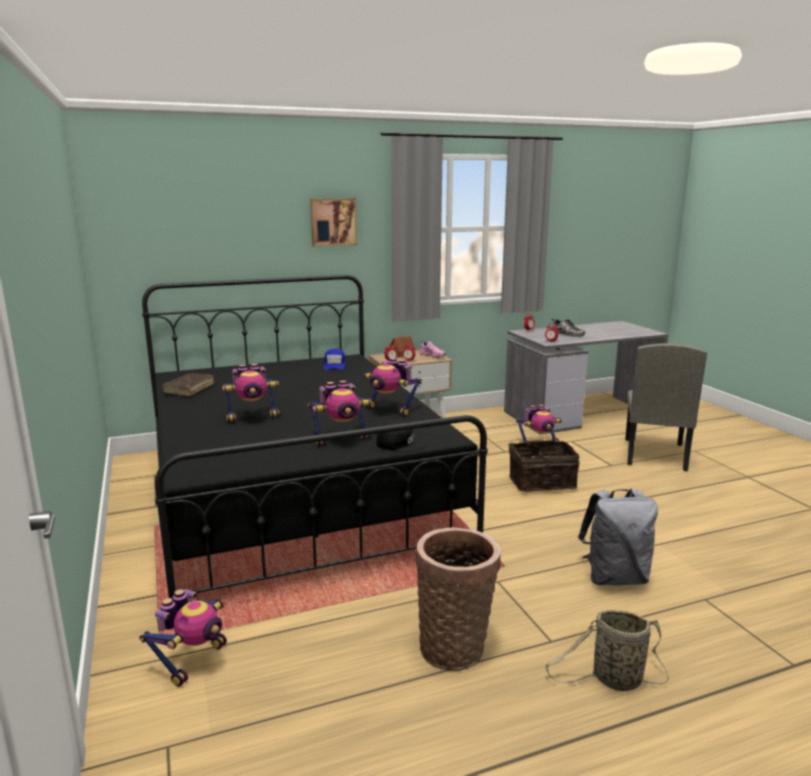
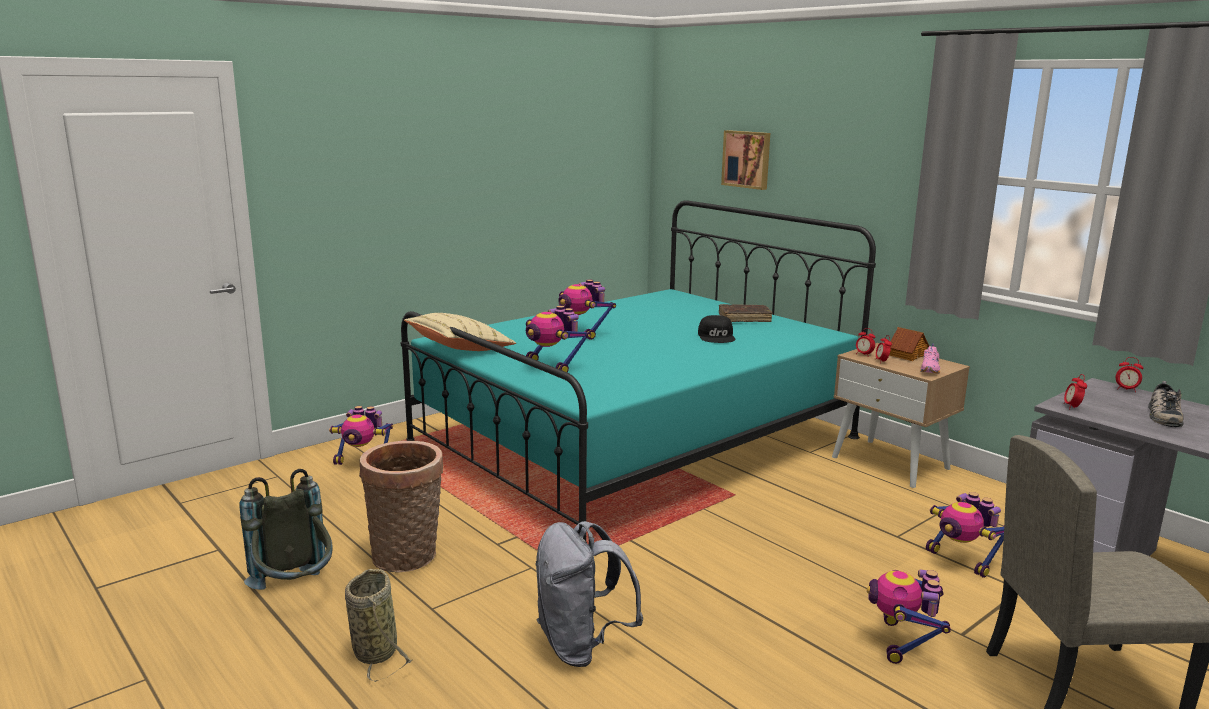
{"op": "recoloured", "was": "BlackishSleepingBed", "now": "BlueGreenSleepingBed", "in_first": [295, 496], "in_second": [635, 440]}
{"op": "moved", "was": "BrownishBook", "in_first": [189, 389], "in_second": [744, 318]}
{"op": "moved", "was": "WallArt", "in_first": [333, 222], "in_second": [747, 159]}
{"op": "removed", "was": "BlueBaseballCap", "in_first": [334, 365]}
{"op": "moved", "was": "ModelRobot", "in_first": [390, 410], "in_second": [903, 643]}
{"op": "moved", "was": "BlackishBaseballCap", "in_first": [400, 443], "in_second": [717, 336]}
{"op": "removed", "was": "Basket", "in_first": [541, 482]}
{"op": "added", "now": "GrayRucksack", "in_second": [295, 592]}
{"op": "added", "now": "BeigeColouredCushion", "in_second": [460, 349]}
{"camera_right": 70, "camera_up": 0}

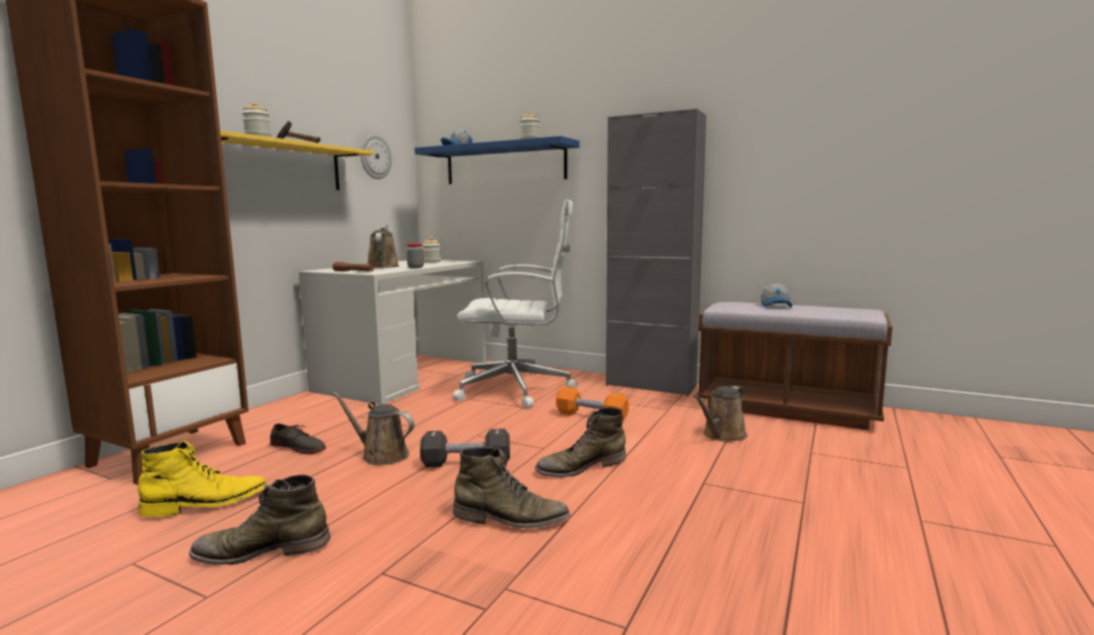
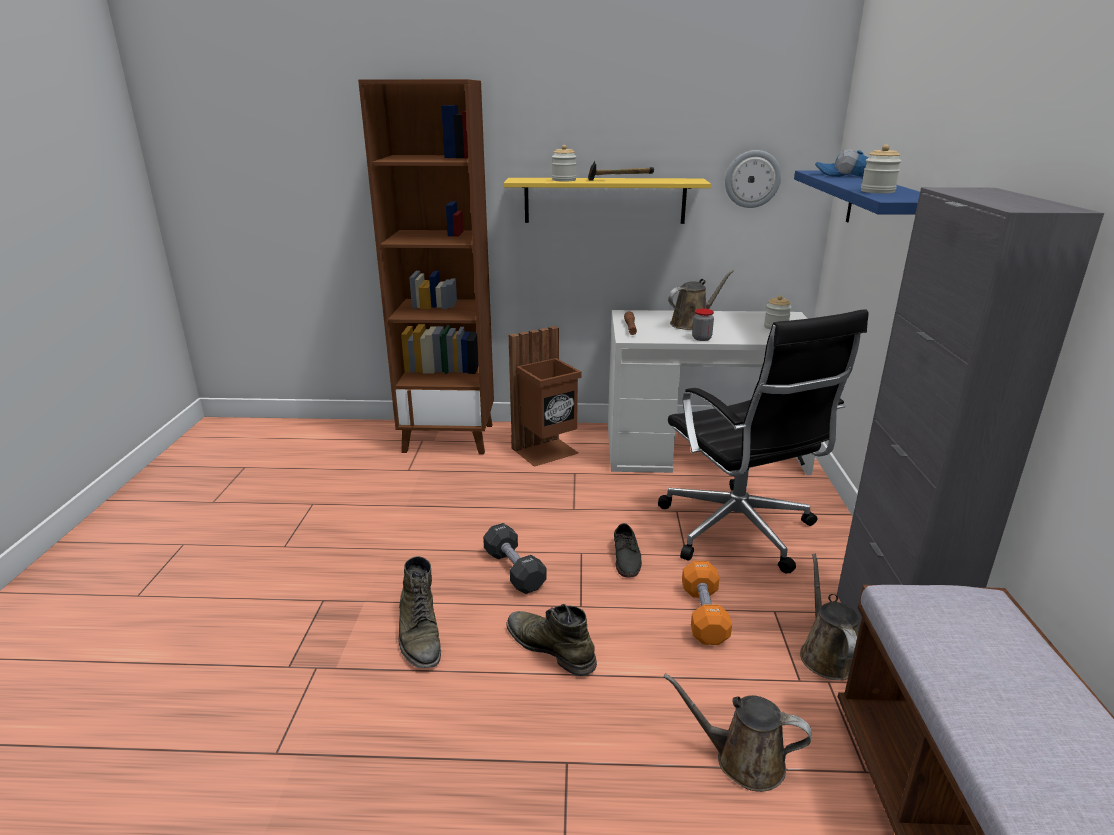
{"op": "removed", "was": "YellowishHighTopBoot", "in_first": [206, 504]}
{"op": "removed", "was": "GreenishHighTopBoot", "in_first": [262, 550]}
{"op": "moved", "was": "GrayLowShoe", "in_first": [298, 447], "in_second": [627, 557]}
{"op": "moved", "was": "BrownishWateringPot", "in_first": [381, 455], "in_second": [826, 654]}
{"op": "recoloured", "was": "WhitishOfficeChair", "now": "BlackishOfficeChair", "in_first": [518, 390], "in_second": [738, 531]}
{"op": "removed", "was": "BaseballCap", "in_first": [776, 306]}
{"op": "added", "now": "BrownishWasteBin", "in_second": [547, 451]}
{"camera_right": 65, "camera_up": 15}

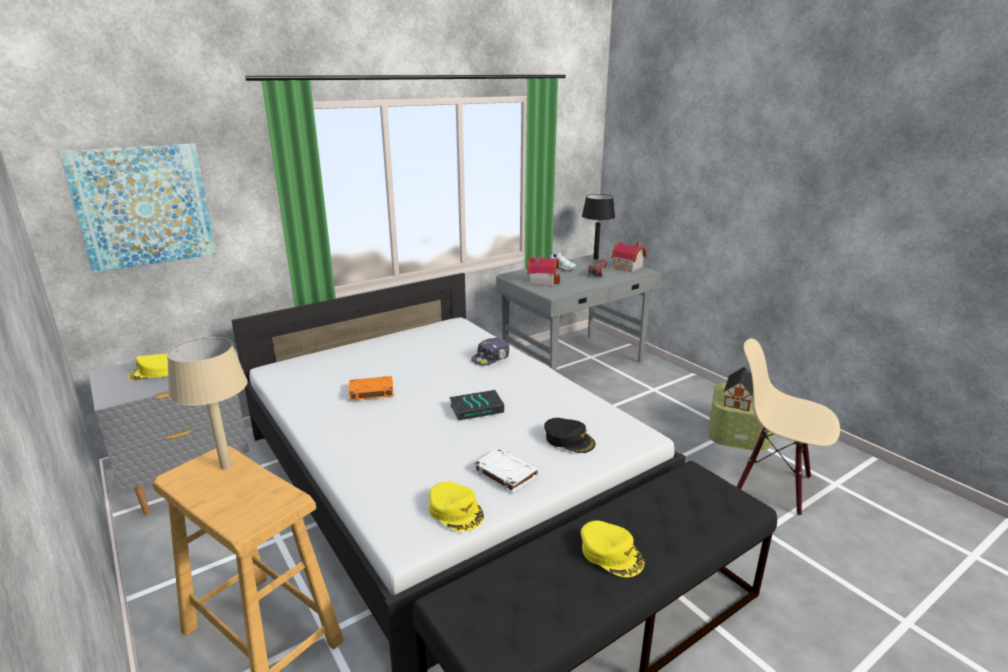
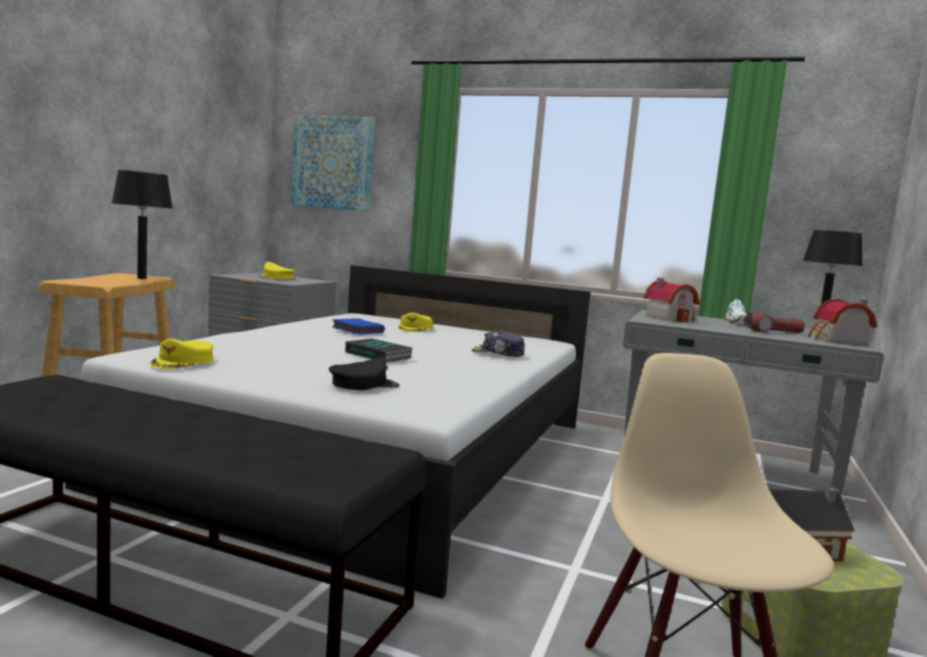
{"op": "recoloured", "was": "BeigeColouredTabletopLamp", "now": "BlackishTabletopLamp", "in_first": [226, 466], "in_second": [142, 278]}
{"op": "recoloured", "was": "OrangeyBook", "now": "BlueBook", "in_first": [371, 391], "in_second": [357, 330]}
{"op": "removed", "was": "WhitishBook", "in_first": [505, 473]}
{"op": "turned", "was": "BlackishBaseballCap", "in_first": [569, 440], "in_second": [363, 384], "clockwise": -120}
{"op": "moved", "was": "YellowishBaseballCap", "in_first": [611, 553], "in_second": [415, 328]}
{"camera_right": 55, "camera_up": -15}

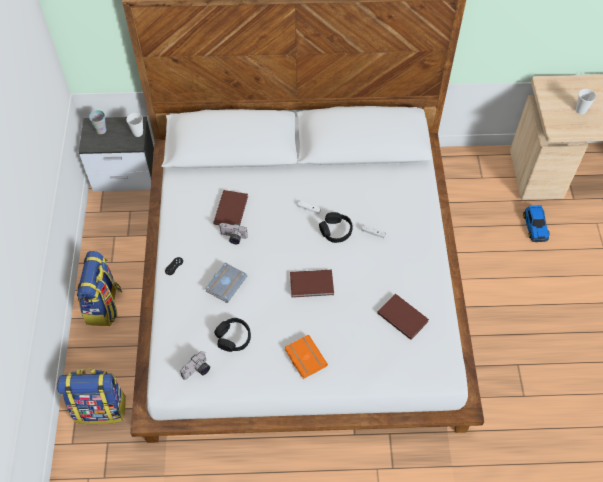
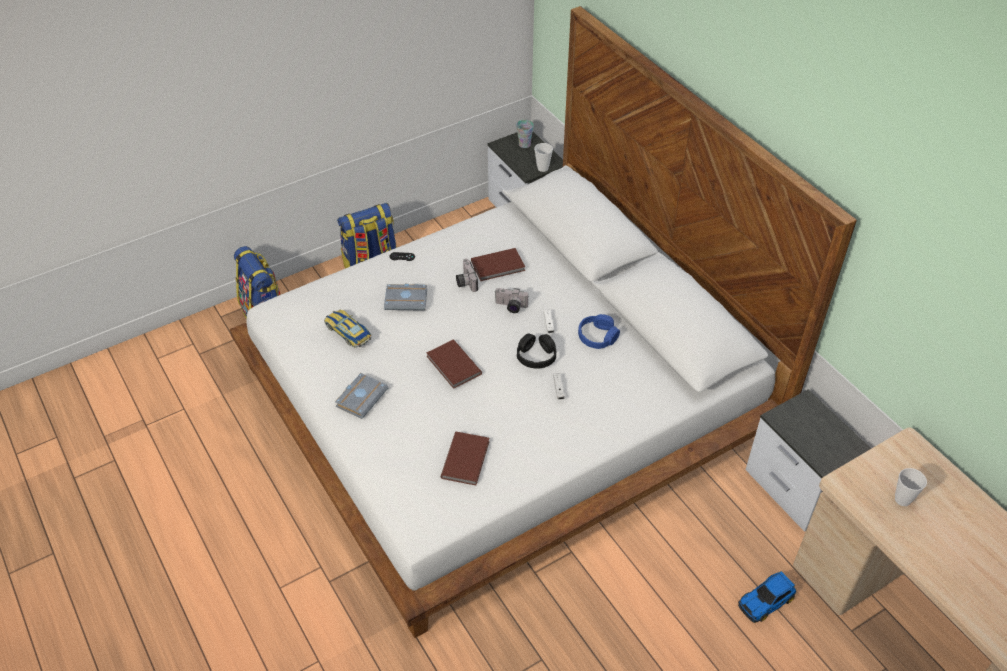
{"op": "moved", "was": "PhotoCamera", "in_first": [197, 371], "in_second": [510, 307]}
{"op": "replaced", "was": "BlackishPairOfHeadphones", "now": "ModelCar", "in_first": [233, 338], "in_second": [348, 332]}
{"op": "recoloured", "was": "OrangeyBook", "now": "GrayBook", "in_first": [304, 358], "in_second": [361, 397]}
{"op": "added", "now": "BluePairOfHeadphones", "in_second": [597, 336]}
{"op": "added", "now": "BedsideTable", "in_second": [797, 489]}
{"camera_right": 60, "camera_up": -10}

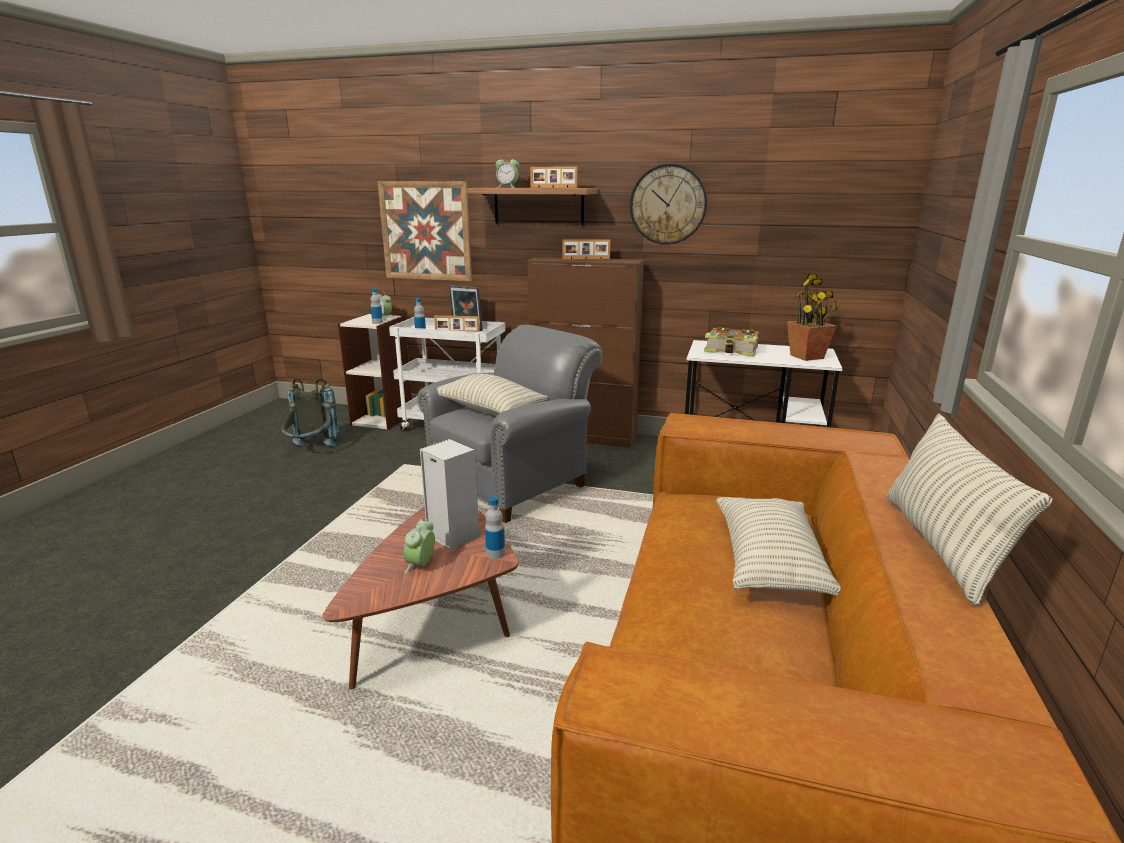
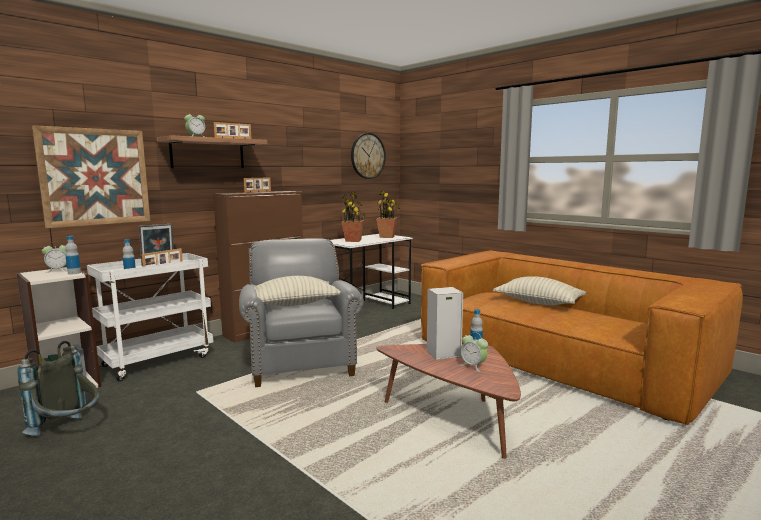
{"op": "moved", "was": "ClockOnTheWall", "in_first": [668, 204], "in_second": [367, 156]}
{"op": "replaced", "was": "Book", "now": "Houseplant", "in_first": [732, 350], "in_second": [353, 240]}
{"op": "removed", "was": "Cushion", "in_first": [940, 546]}
{"camera_right": -60, "camera_up": -10}

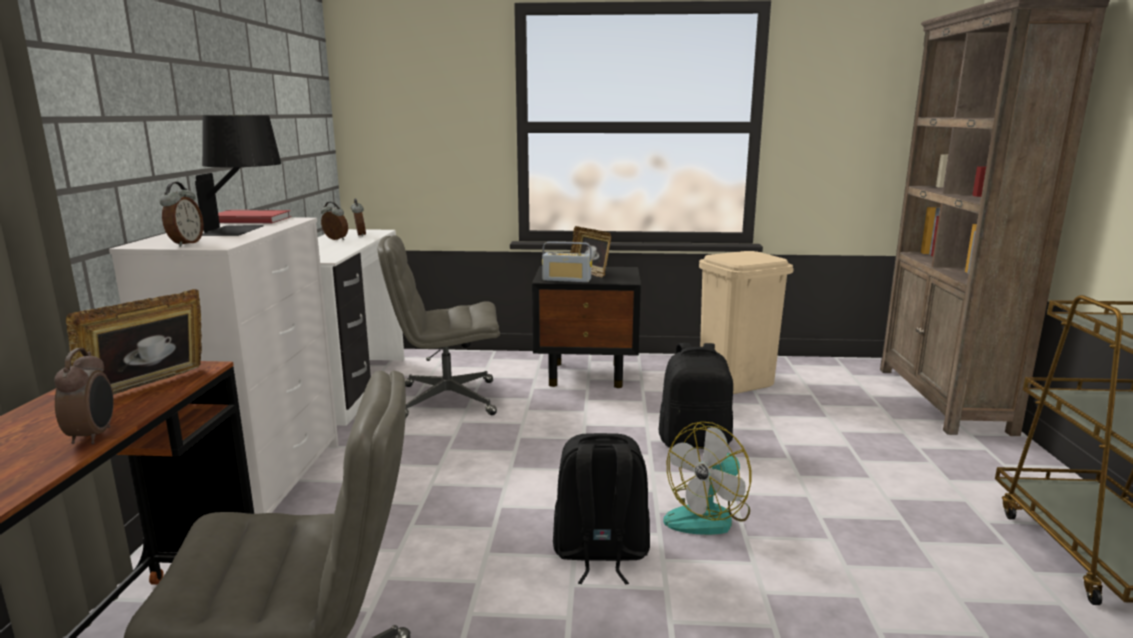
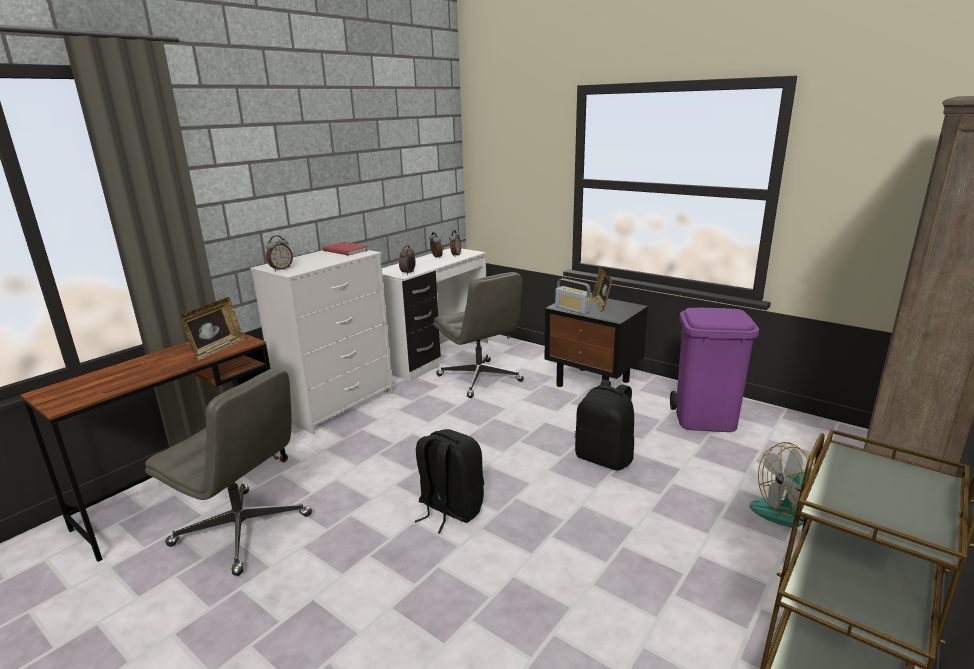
{"op": "moved", "was": "TableClock", "in_first": [94, 436], "in_second": [408, 273]}
{"op": "turned", "was": "StandingFrame", "in_first": [149, 388], "in_second": [217, 349], "clockwise": 135}
{"op": "removed", "was": "BlackishTabletopLamp", "in_first": [246, 230]}
{"op": "turned", "was": "GrayOfficeChair", "in_first": [446, 400], "in_second": [480, 379], "clockwise": -150}
{"op": "moved", "was": "ElectricFan", "in_first": [709, 516], "in_second": [789, 512]}
{"op": "recoloured", "was": "BeigeColouredWasteBin", "now": "PurplishWasteBin", "in_first": [736, 381], "in_second": [705, 419]}
{"camera_right": 35, "camera_up": 5}

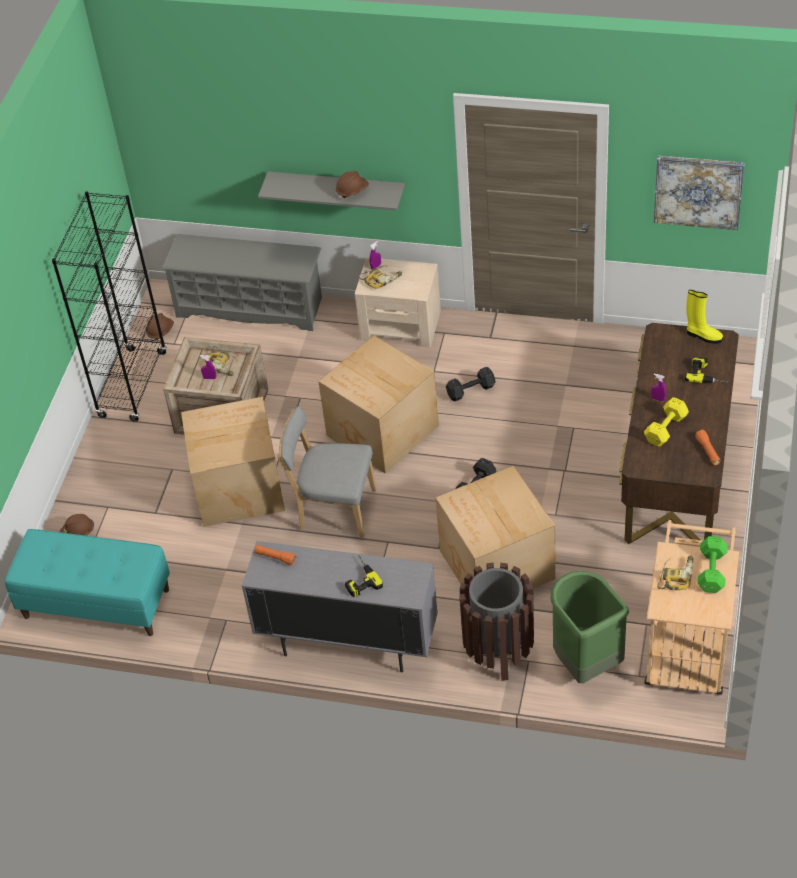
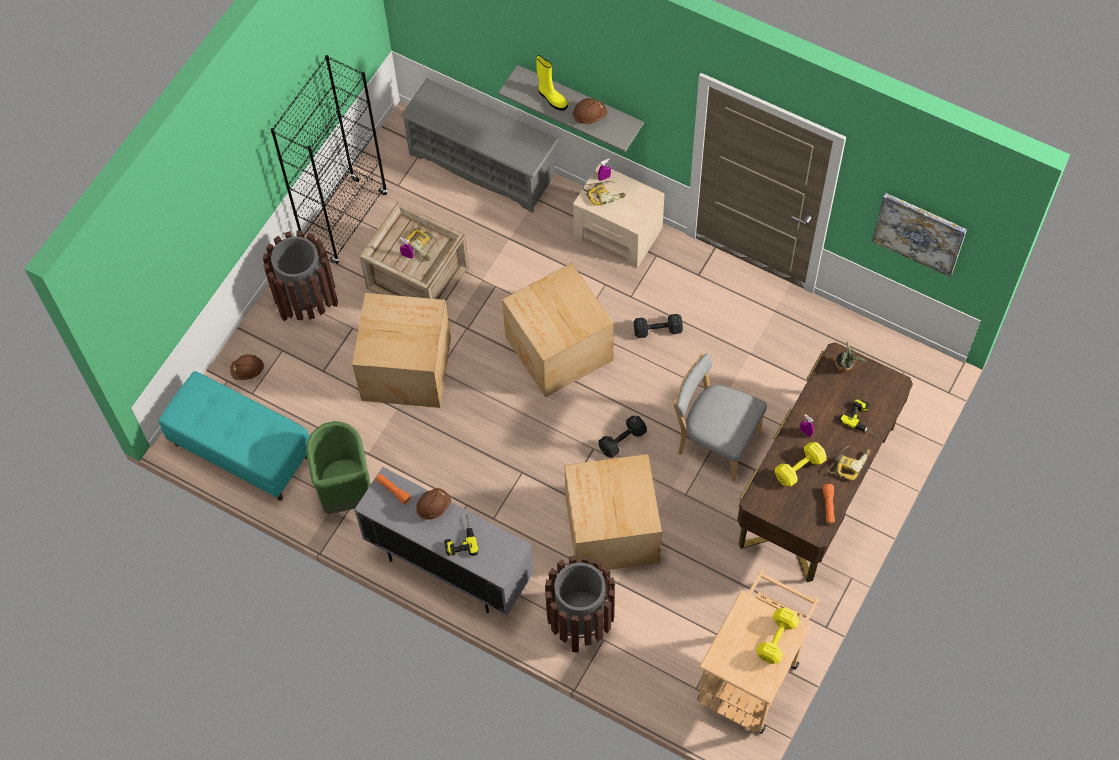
{"op": "moved", "was": "BrownishWorkHelmet", "in_first": [160, 332], "in_second": [433, 507]}
{"op": "moved", "was": "GrayUprightChair", "in_first": [333, 509], "in_second": [715, 441]}
{"op": "moved", "was": "GreenishWasteBin", "in_first": [585, 662], "in_second": [346, 492]}
{"op": "moved", "was": "ElectricDrill", "in_first": [676, 575], "in_second": [849, 463]}
{"op": "moved", "was": "YellowishHighTopBoot", "in_first": [703, 336], "in_second": [551, 98]}
{"op": "recoloured", "was": "GreenishDumbbell", "now": "YellowishDumbbell", "in_first": [711, 572], "in_second": [775, 640]}
{"op": "added", "now": "BrownishWasteBin", "in_second": [307, 301]}
{"op": "added", "now": "Houseplant", "in_second": [845, 367]}
{"camera_right": 15, "camera_up": 15}

